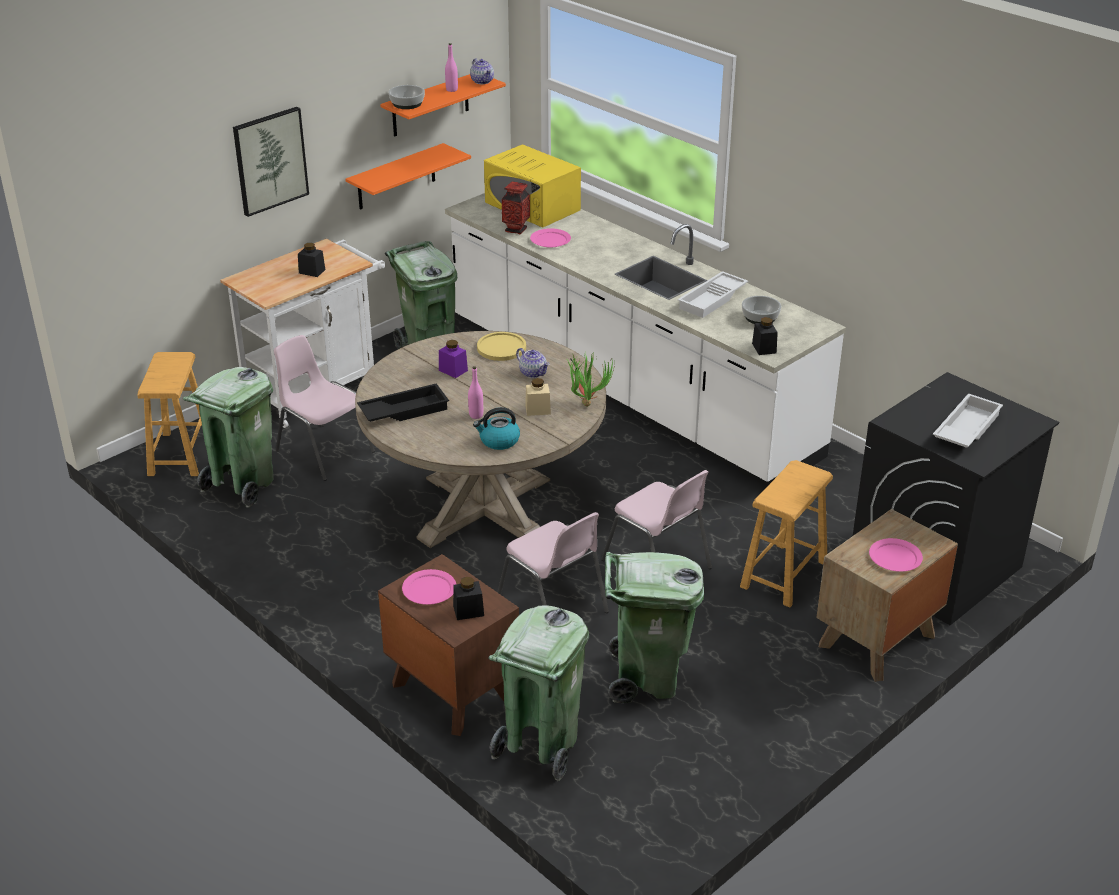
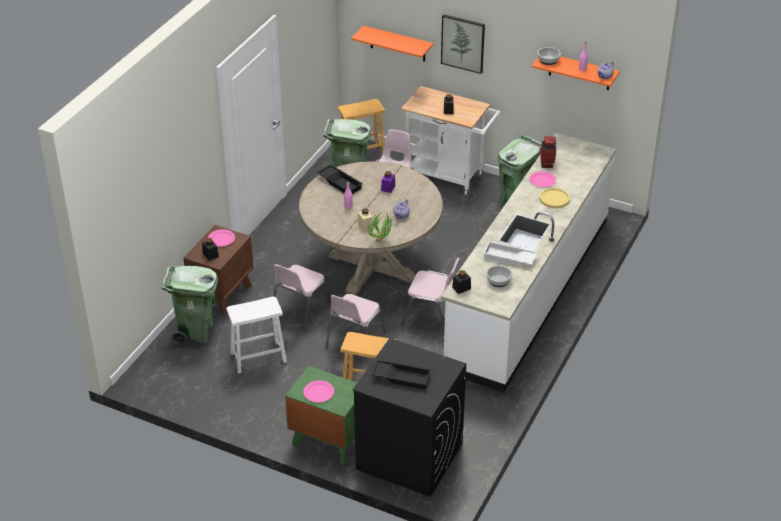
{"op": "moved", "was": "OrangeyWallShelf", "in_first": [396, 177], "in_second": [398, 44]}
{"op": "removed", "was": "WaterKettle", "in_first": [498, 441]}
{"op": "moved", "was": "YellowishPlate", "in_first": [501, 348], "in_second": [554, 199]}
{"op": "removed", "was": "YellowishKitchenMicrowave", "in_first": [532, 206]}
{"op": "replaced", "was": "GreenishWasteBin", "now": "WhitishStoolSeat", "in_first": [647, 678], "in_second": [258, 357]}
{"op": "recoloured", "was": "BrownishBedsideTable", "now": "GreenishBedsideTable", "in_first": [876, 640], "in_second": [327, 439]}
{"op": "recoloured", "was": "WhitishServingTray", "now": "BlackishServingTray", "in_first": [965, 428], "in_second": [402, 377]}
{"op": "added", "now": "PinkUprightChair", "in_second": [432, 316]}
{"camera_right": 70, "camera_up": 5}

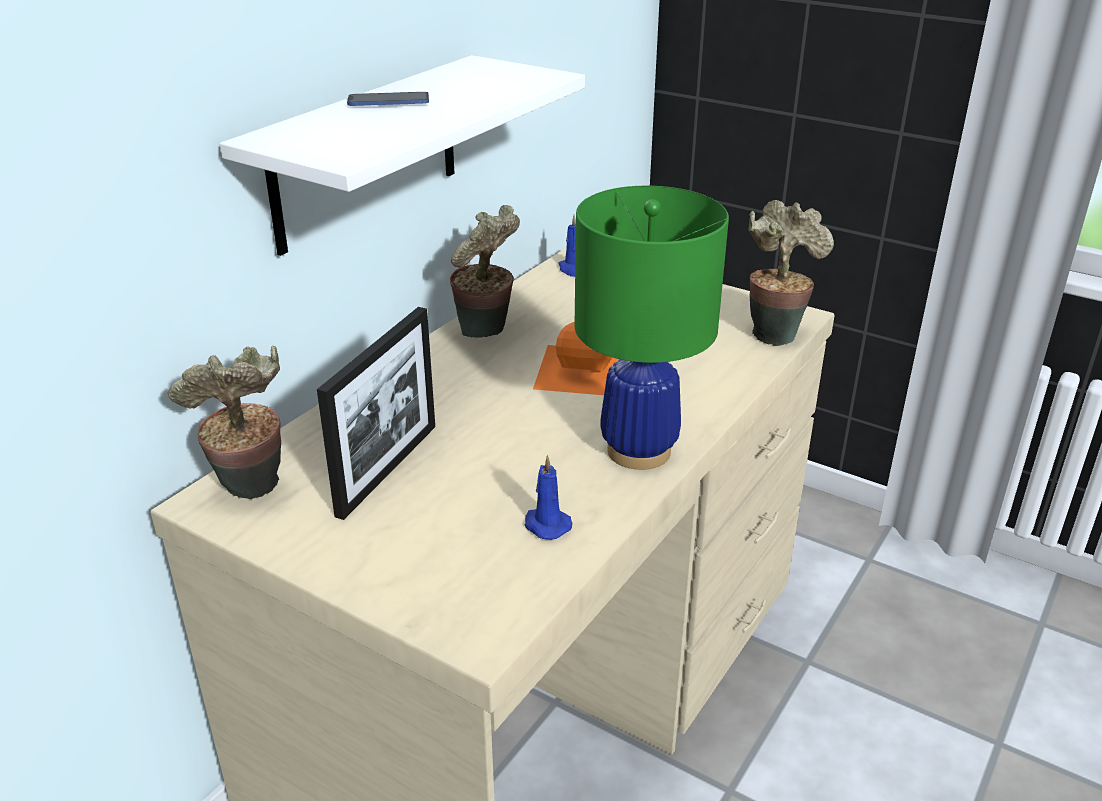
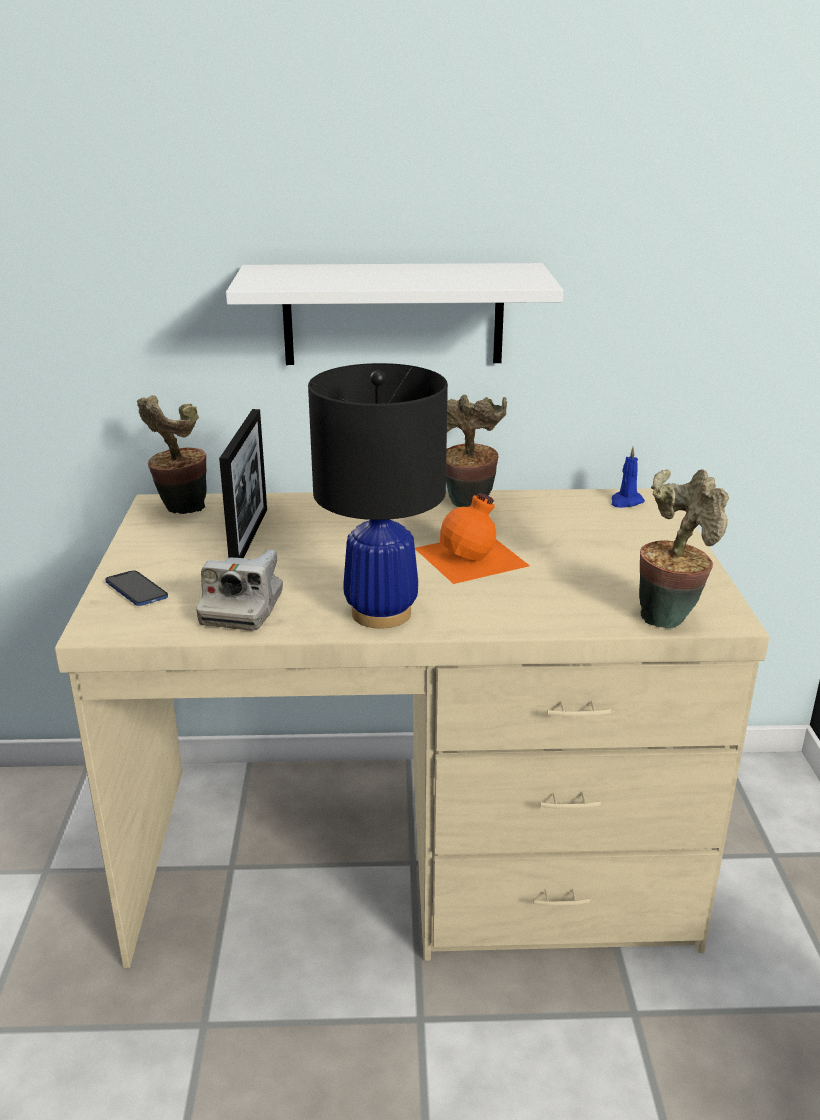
{"op": "turned", "was": "StandingFrame", "in_first": [388, 469], "in_second": [249, 537], "clockwise": -75}
{"op": "moved", "was": "Telephone", "in_first": [388, 102], "in_second": [136, 590]}
{"op": "replaced", "was": "BlueCandle", "now": "PhotoCamera", "in_first": [546, 525], "in_second": [242, 609]}
{"op": "recoloured", "was": "GreenishTabletopLamp", "now": "BlackishTabletopLamp", "in_first": [638, 451], "in_second": [381, 612]}
{"camera_right": 55, "camera_up": -5}

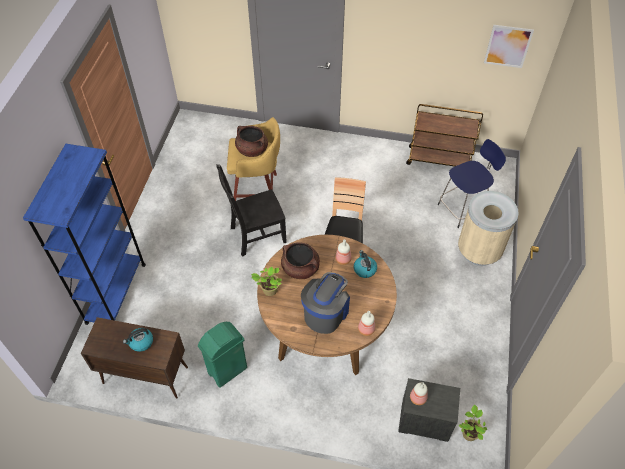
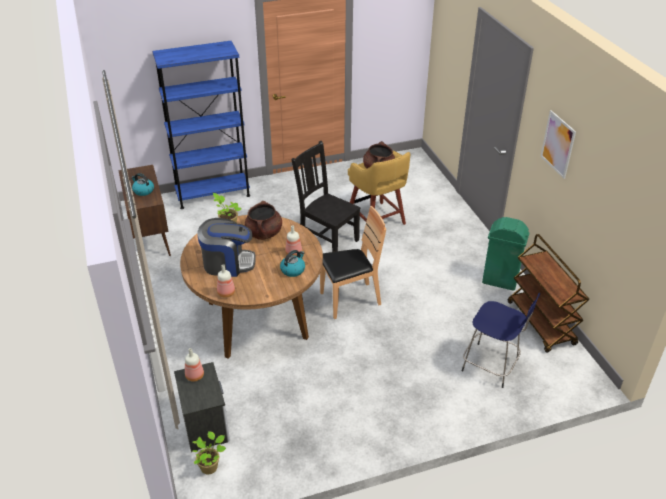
{"op": "moved", "was": "GreenishWasteBin", "in_first": [227, 370], "in_second": [499, 281]}
{"op": "removed", "was": "BeigeColouredWasteBin", "in_first": [478, 250]}
{"op": "moved", "was": "WallArt", "in_first": [508, 46], "in_second": [558, 144]}
{"camera_right": 60, "camera_up": -15}

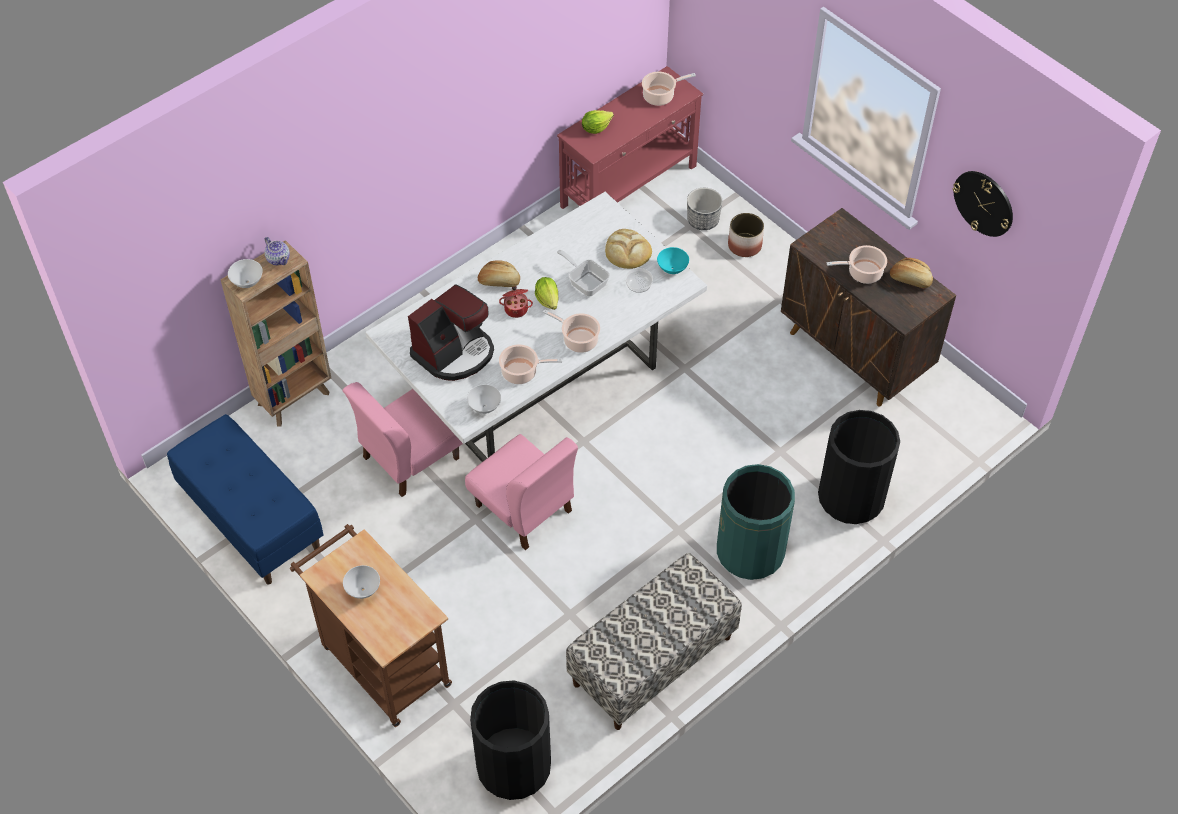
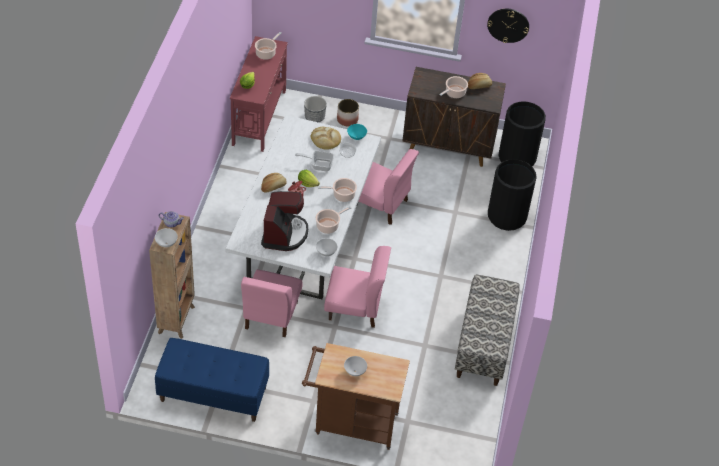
{"op": "moved", "was": "BlackishWasteBin", "in_first": [514, 766], "in_second": [517, 157]}
{"op": "removed", "was": "GreenishWasteBin", "in_first": [750, 552]}
{"op": "added", "now": "PinkUprightChair", "in_second": [380, 204]}
{"camera_right": -40, "camera_up": -5}

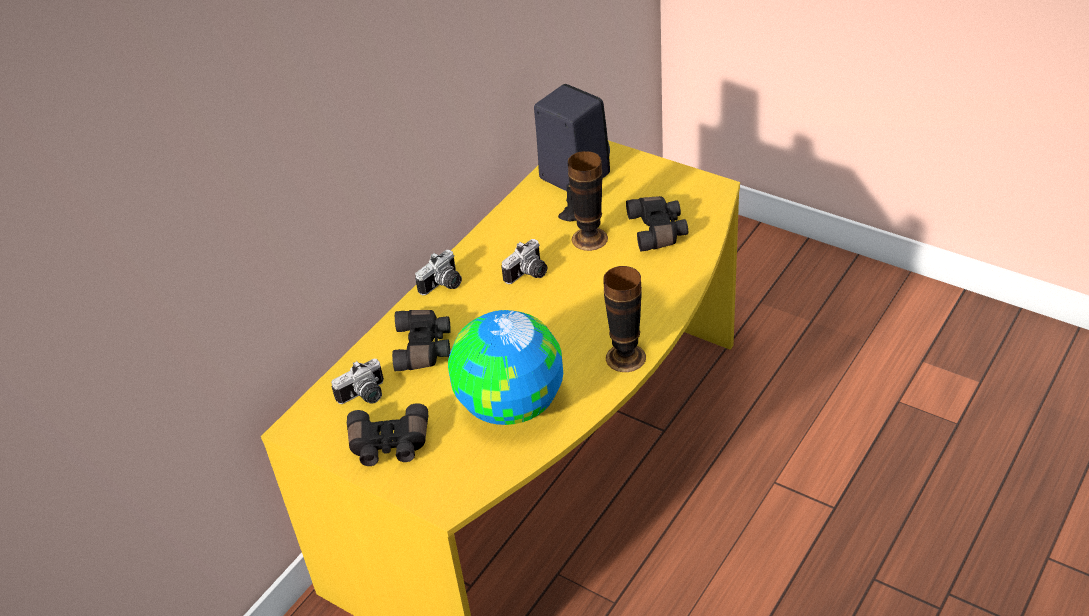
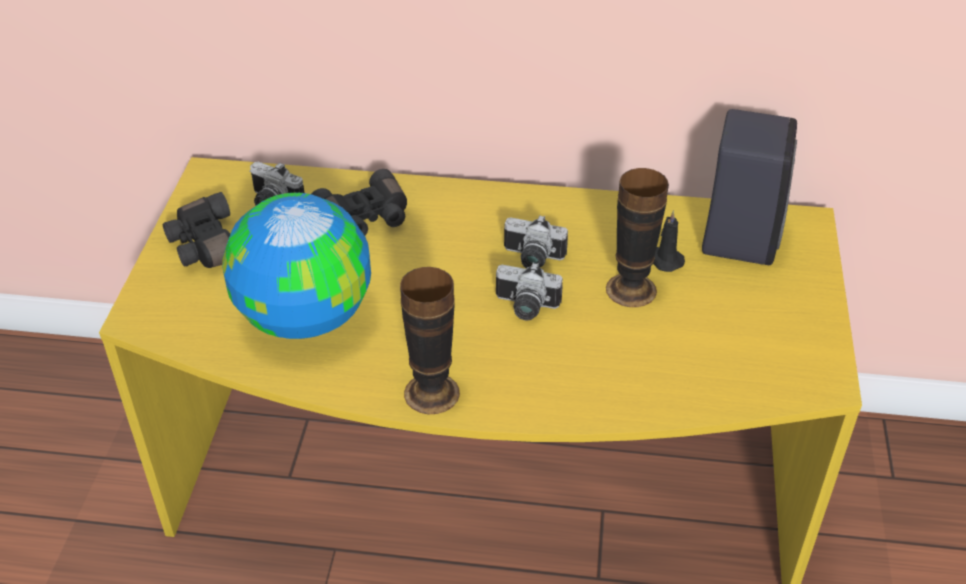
{"op": "moved", "was": "PhotoCamera", "in_first": [444, 285], "in_second": [525, 308]}
{"op": "removed", "was": "BlackishFieldGlasses", "in_first": [658, 231]}
{"camera_right": 60, "camera_up": 0}

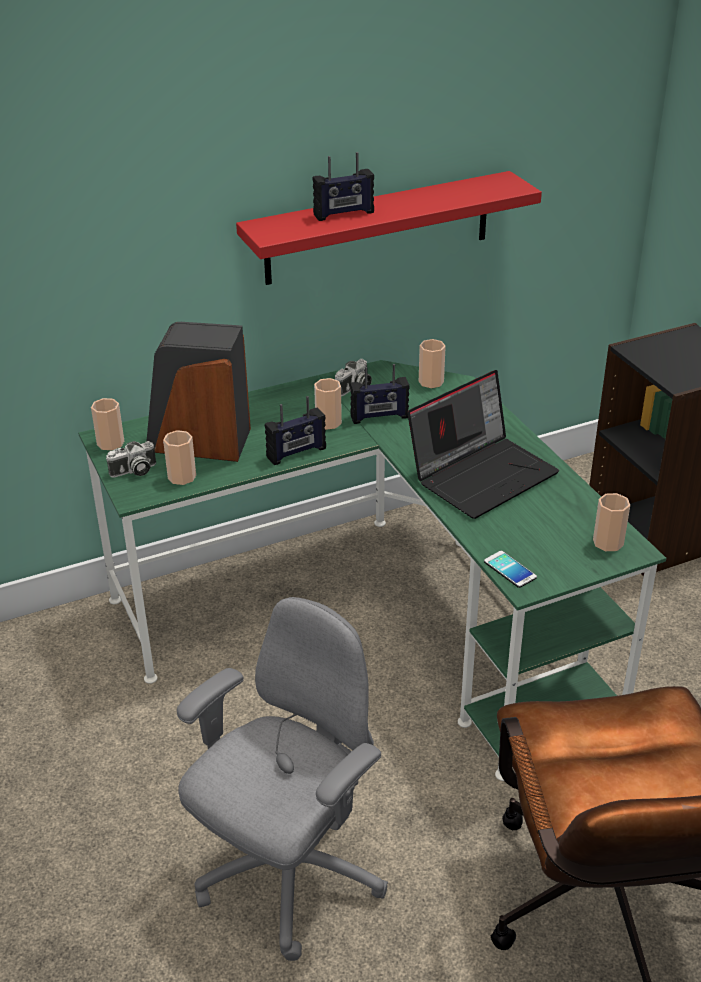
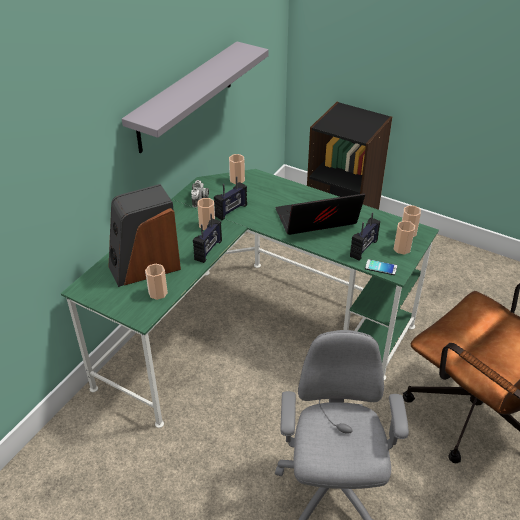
{"op": "moved", "was": "DrinkingCup", "in_first": [110, 443], "in_second": [402, 249]}
{"op": "removed", "was": "PhotoCamera", "in_first": [134, 471]}
{"op": "recoloured", "was": "RedWallShelf", "now": "GrayWallShelf", "in_first": [378, 228], "in_second": [186, 97]}
{"op": "moved", "was": "RadioSet", "in_first": [344, 214], "in_second": [364, 249]}
{"op": "turned", "was": "NotebookComputer", "in_first": [482, 474], "in_second": [316, 221], "clockwise": -120}
{"camera_right": -35, "camera_up": 5}

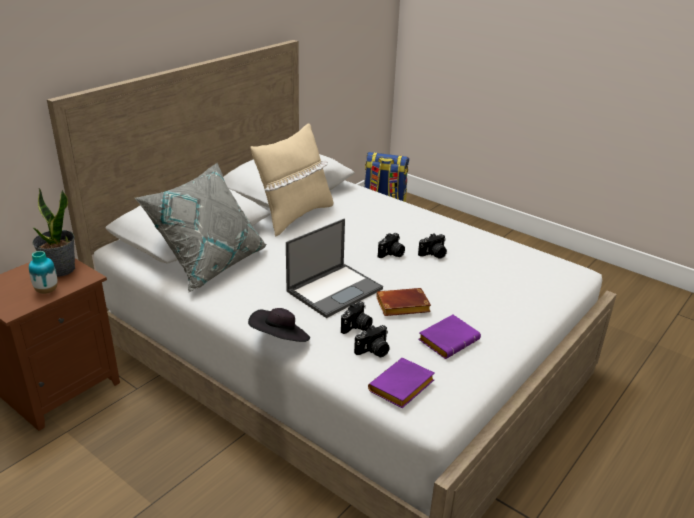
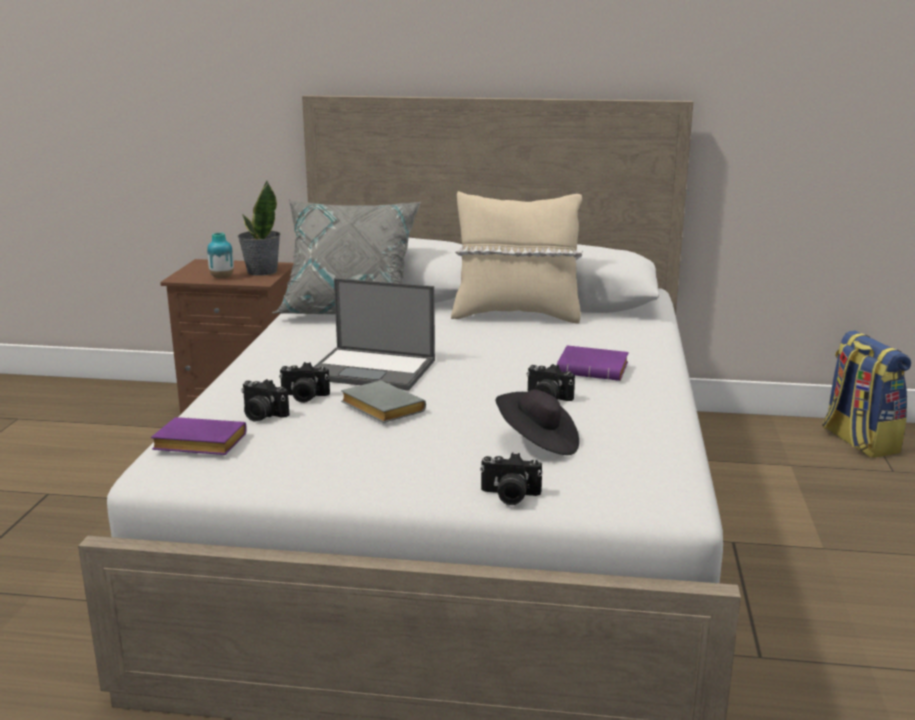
{"op": "moved", "was": "BlackishHat", "in_first": [280, 340], "in_second": [537, 443]}
{"op": "recoloured", "was": "BrownishBook", "now": "GrayBook", "in_first": [401, 307], "in_second": [379, 409]}
{"op": "moved", "was": "PhotoCamera", "in_first": [391, 254], "in_second": [509, 496]}
{"op": "moved", "was": "PurplishBook", "in_first": [448, 339], "in_second": [594, 370]}
{"camera_right": 60, "camera_up": -10}

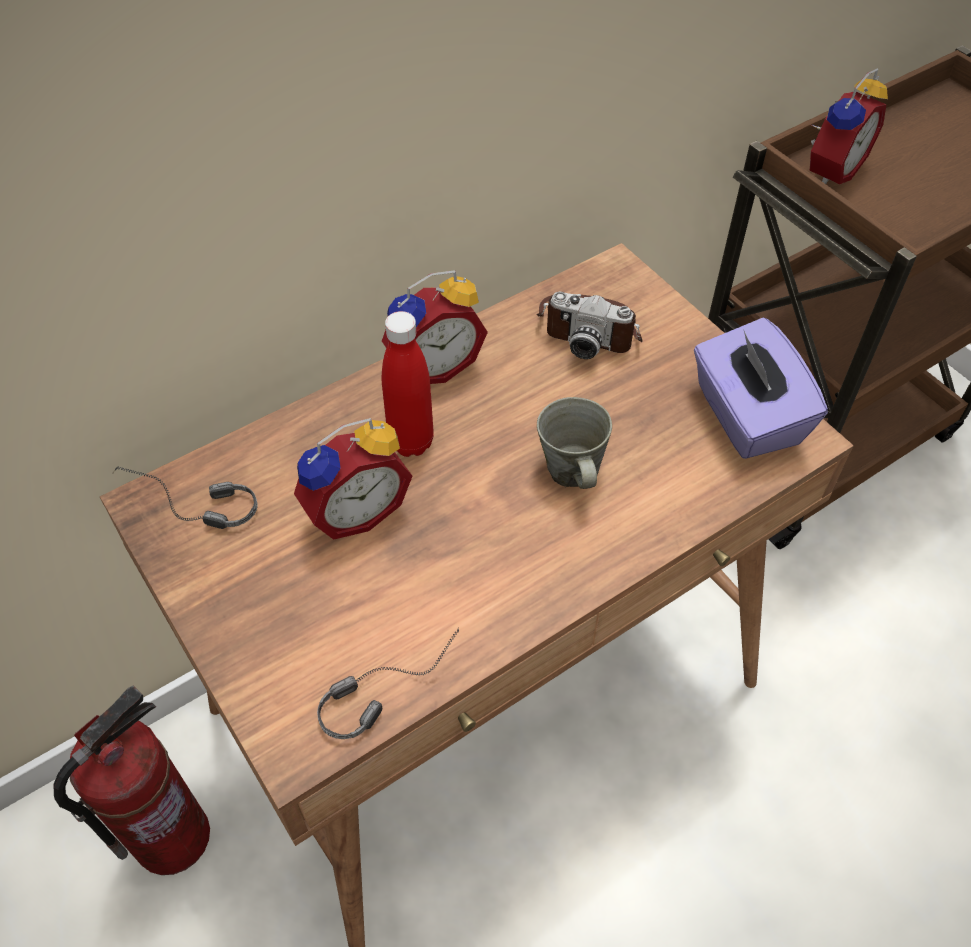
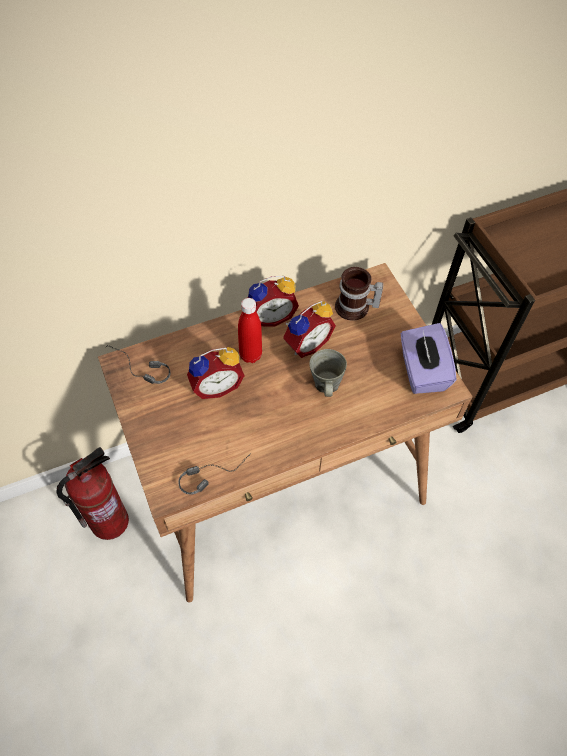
{"op": "replaced", "was": "PhotoCamera", "now": "Mug", "in_first": [590, 327], "in_second": [355, 308]}
{"op": "moved", "was": "TableClock", "in_first": [830, 170], "in_second": [306, 343]}
{"camera_right": 10, "camera_up": 5}

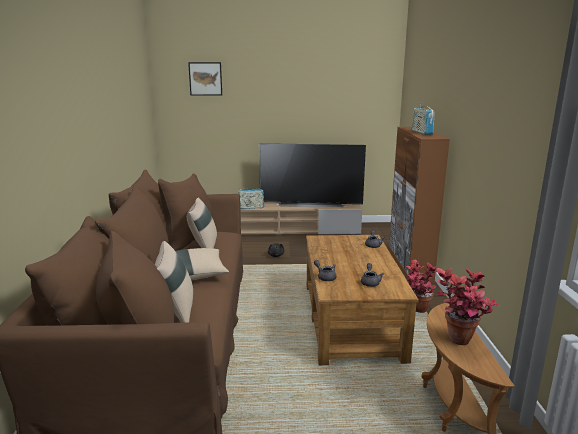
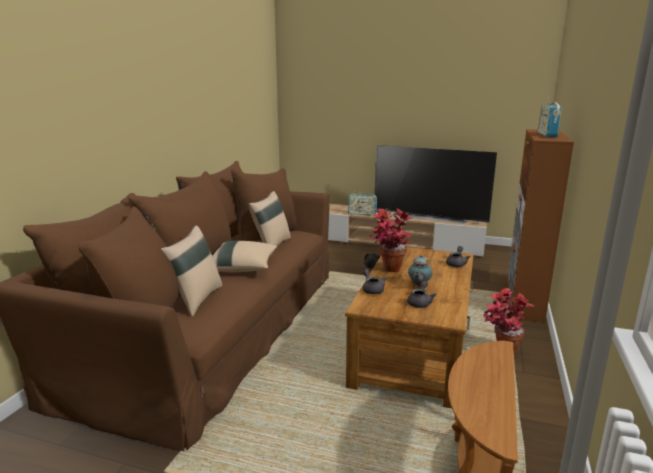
{"op": "removed", "was": "WallArt", "in_first": [205, 79]}
{"op": "moved", "was": "Houseplant", "in_first": [459, 344], "in_second": [388, 271]}
{"op": "added", "now": "TeaPot", "in_second": [418, 286]}
{"camera_right": 20, "camera_up": 0}

